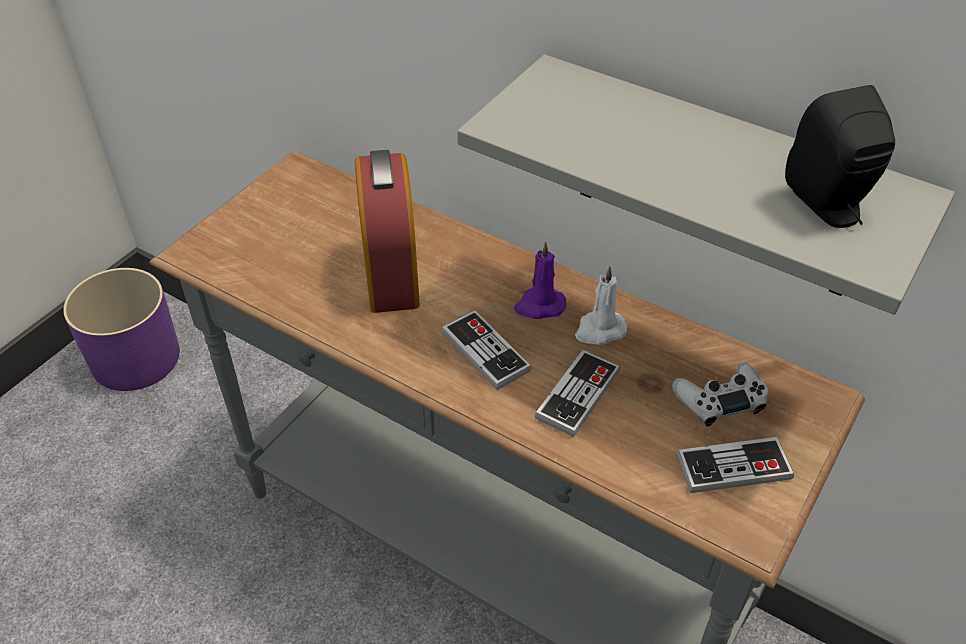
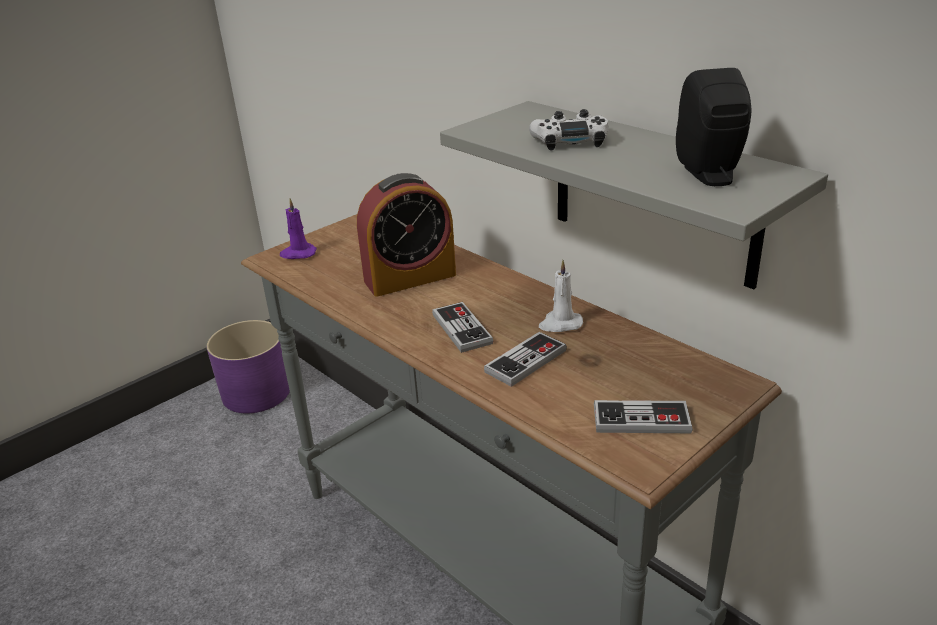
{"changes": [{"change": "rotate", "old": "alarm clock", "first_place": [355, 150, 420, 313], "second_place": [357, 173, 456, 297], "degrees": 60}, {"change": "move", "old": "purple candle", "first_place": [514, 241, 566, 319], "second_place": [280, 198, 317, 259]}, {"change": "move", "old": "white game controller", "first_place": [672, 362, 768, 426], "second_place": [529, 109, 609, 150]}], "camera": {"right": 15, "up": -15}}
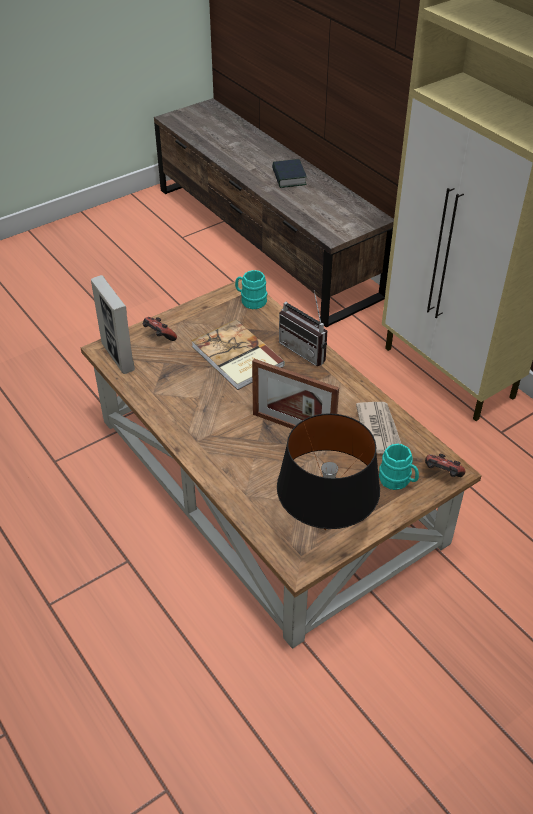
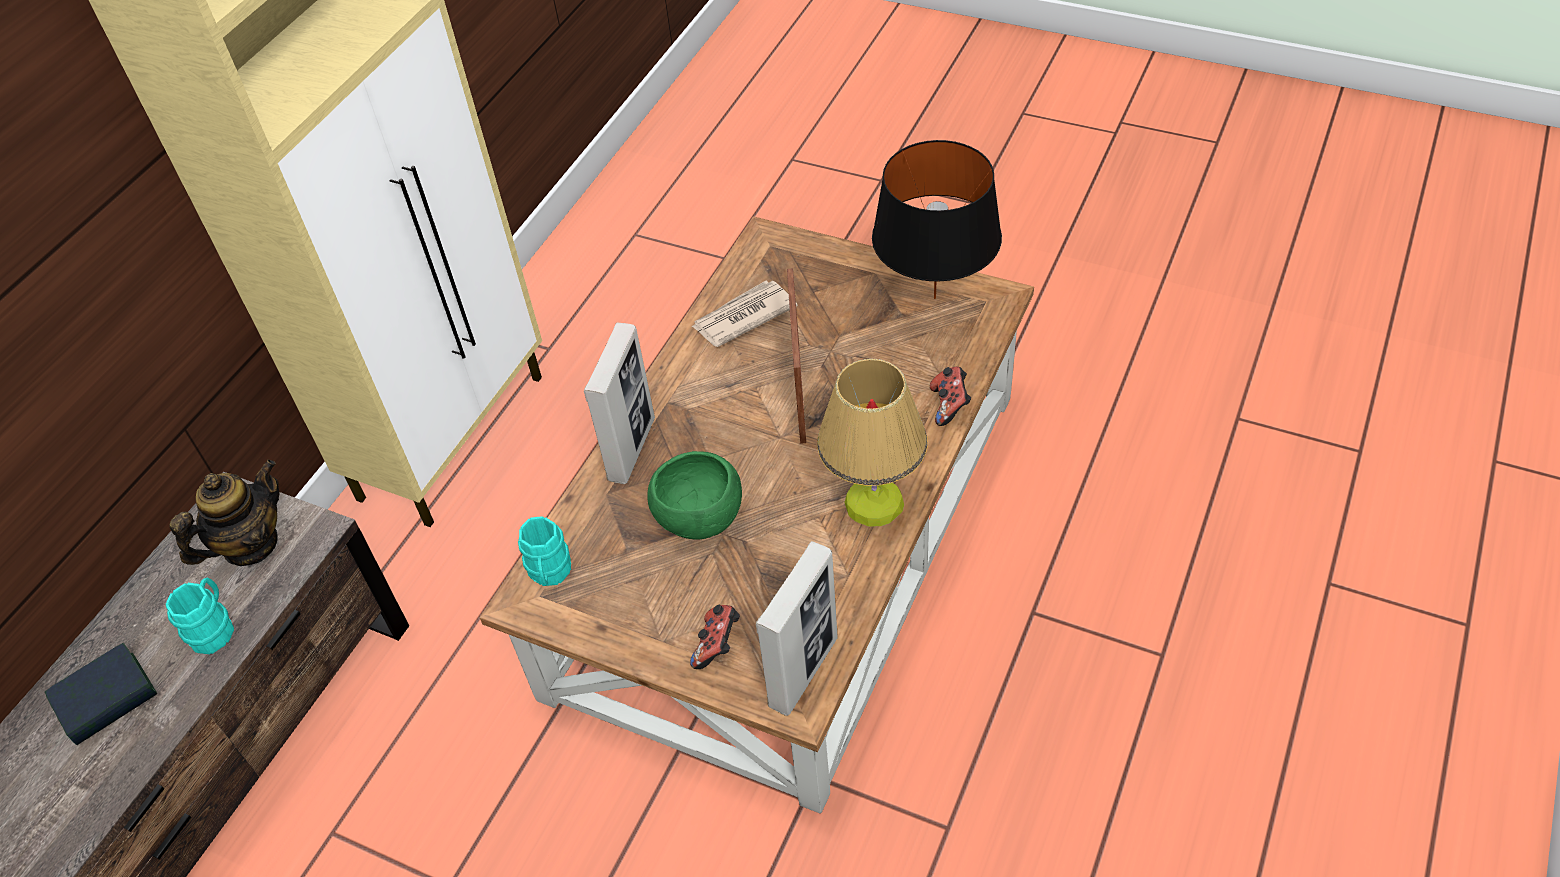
{"changes": [{"change": "replace", "old": "book", "new": "green bowl", "first_place": [191, 319, 285, 390], "second_place": [647, 451, 742, 540]}, {"change": "replace", "old": "radio", "new": "picture frame", "first_place": [279, 290, 327, 366], "second_place": [584, 323, 655, 484]}, {"change": "move", "old": "turquoise mug", "first_place": [379, 444, 419, 490], "second_place": [166, 577, 234, 654]}, {"change": "move", "old": "game controller", "first_place": [425, 454, 465, 477], "second_place": [930, 366, 971, 426]}, {"change": "insert", "new": "teapot", "second_place": [169, 459, 280, 566]}, {"change": "insert", "new": "table lamp", "second_place": [817, 359, 928, 527]}], "camera": {"right": -115, "up": 5}}
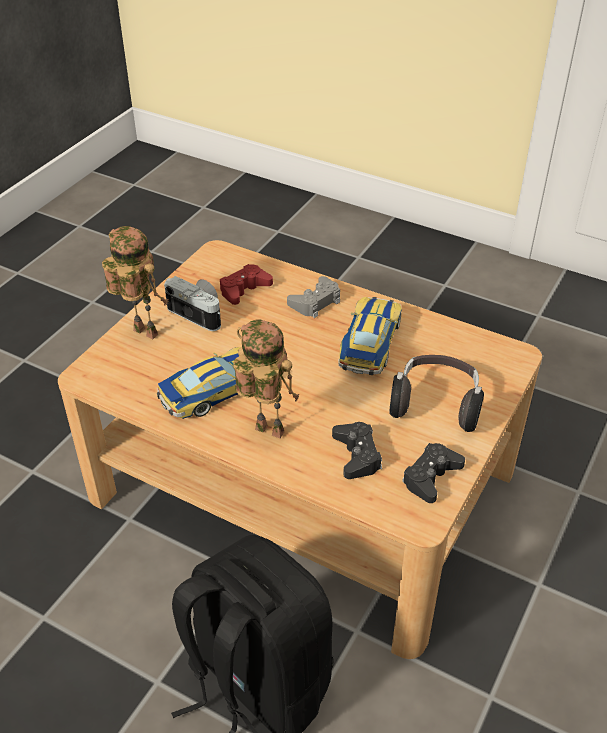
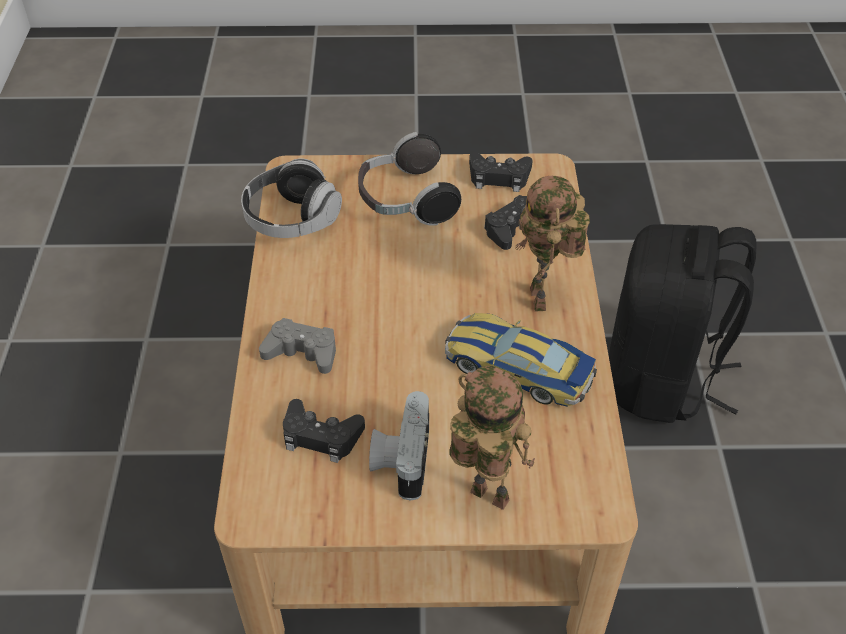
{"changes": [{"change": "rotate", "old": "toy robot", "first_place": [102, 226, 169, 339], "second_place": [449, 366, 535, 510], "degrees": 120}, {"change": "recolor", "old": "red game controller", "new": "black game controller", "first_place": [220, 264, 273, 305], "second_place": [283, 399, 365, 463]}, {"change": "delete", "old": "toy car", "first_place": [338, 297, 402, 375]}, {"change": "insert", "new": "headphones", "second_place": [241, 158, 342, 238]}], "camera": {"right": -120, "up": 5}}
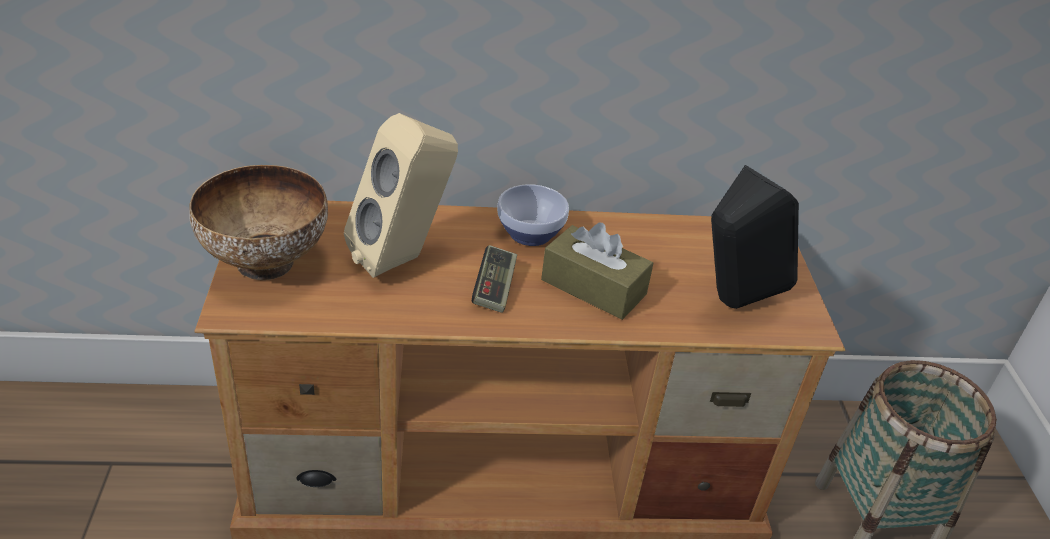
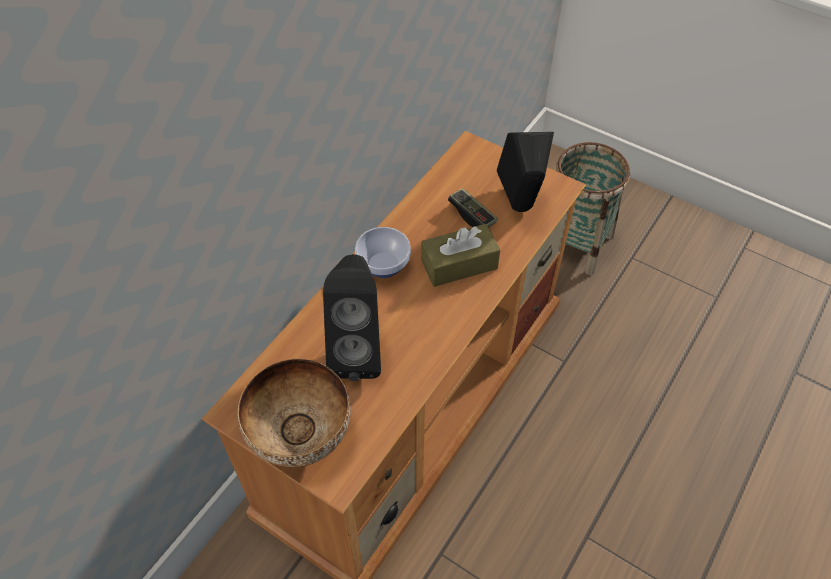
{"changes": [{"change": "recolor", "old": "beige speaker", "new": "black speaker", "first_place": [344, 113, 458, 278], "second_place": [323, 254, 381, 381]}, {"change": "move", "old": "game controller", "first_place": [472, 245, 517, 313], "second_place": [448, 188, 498, 228]}], "camera": {"right": -50, "up": 15}}
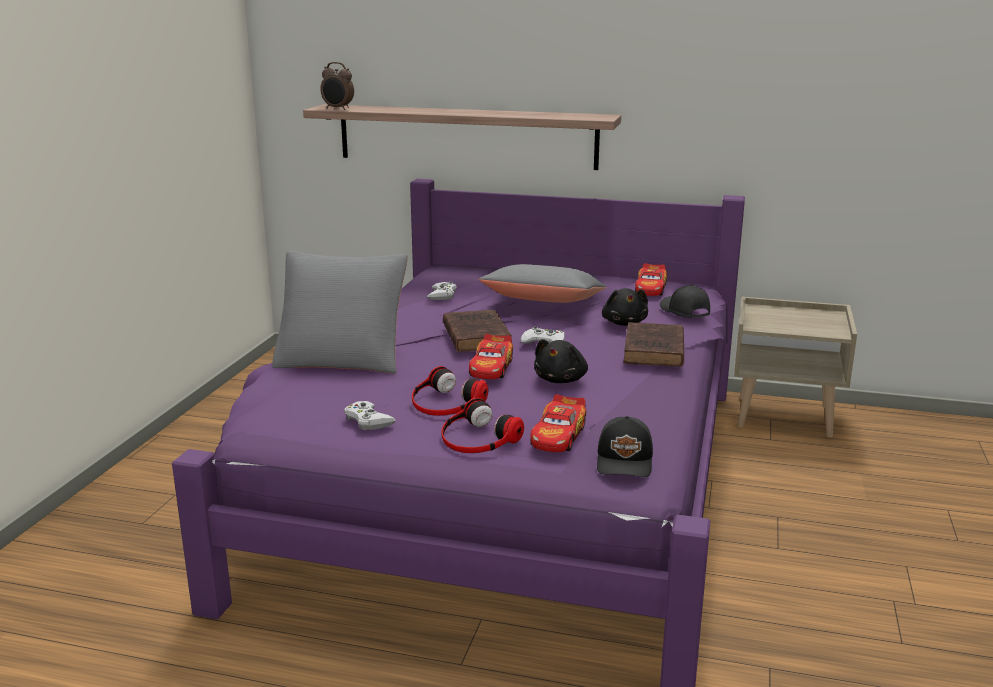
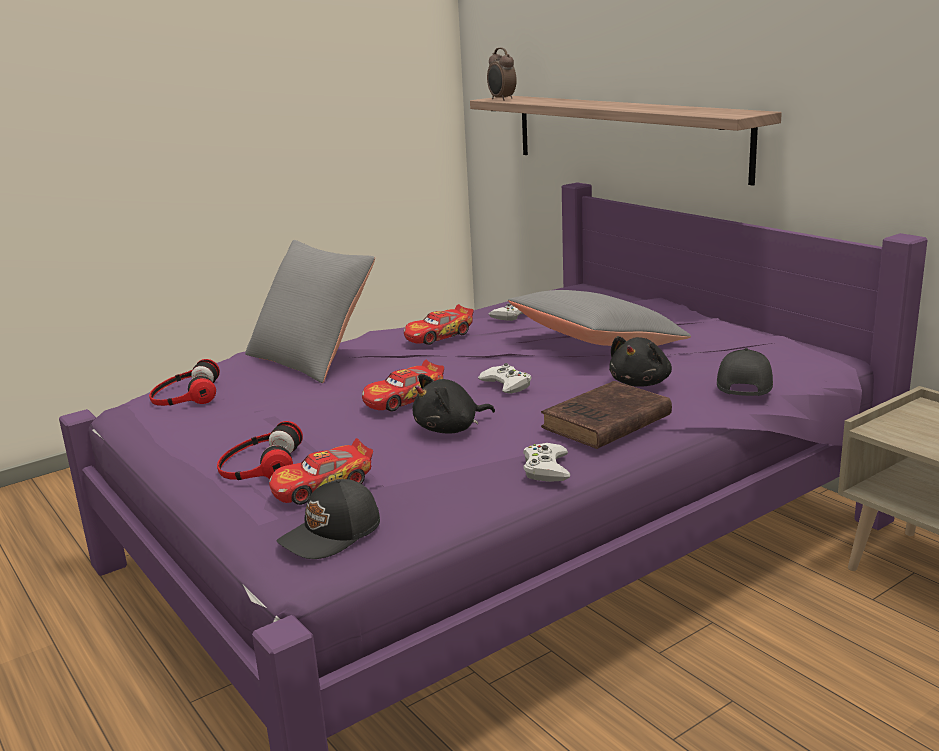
{"changes": [{"change": "move", "old": "white game controller", "first_place": [344, 401, 396, 430], "second_place": [523, 443, 570, 482]}, {"change": "move", "old": "headphones", "first_place": [412, 366, 488, 416], "second_place": [149, 359, 220, 406]}, {"change": "delete", "old": "brown book", "first_place": [443, 310, 512, 352]}, {"change": "move", "old": "toy car", "first_place": [635, 263, 667, 296], "second_place": [404, 304, 474, 345]}], "camera": {"right": 40, "up": 0}}
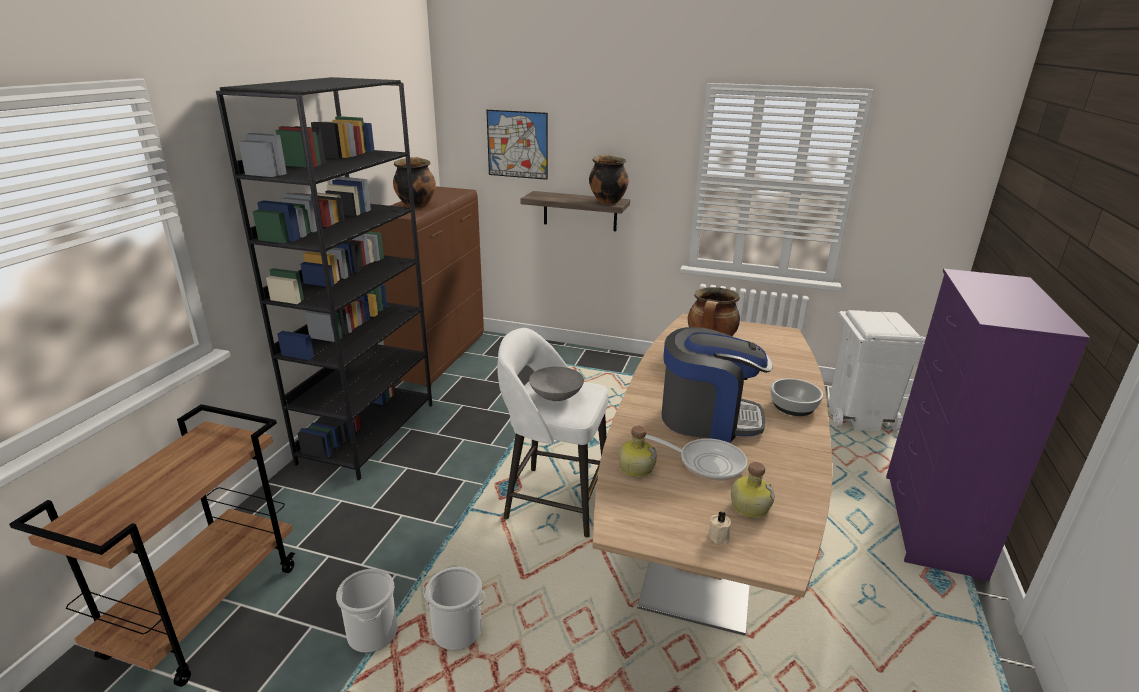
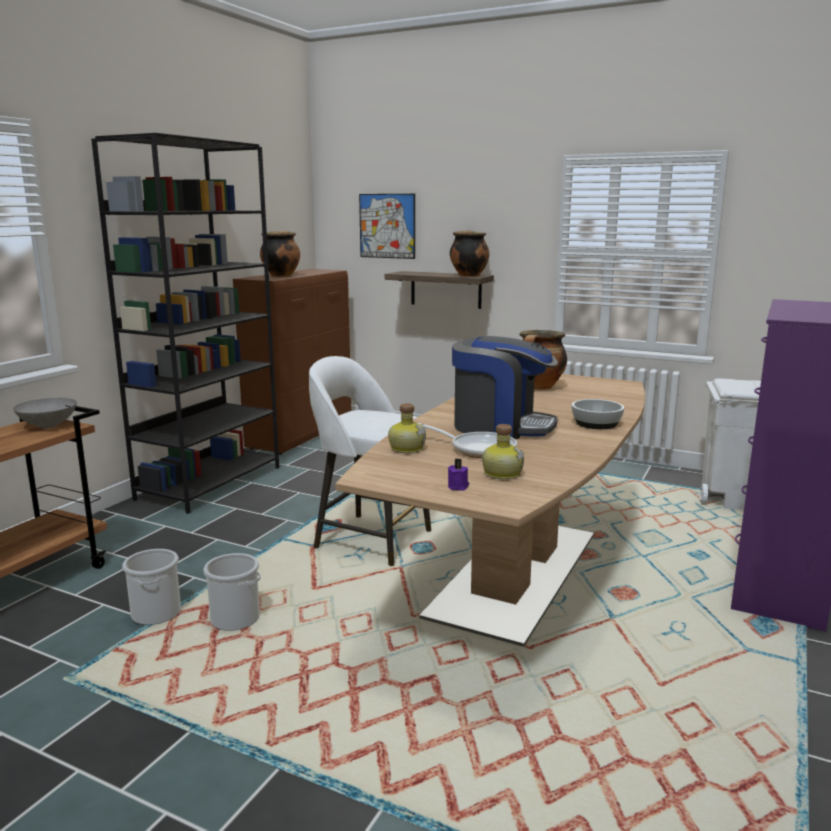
{"changes": [{"change": "move", "old": "grey bowl", "first_place": [529, 367, 584, 402], "second_place": [13, 398, 77, 428]}, {"change": "recolor", "old": "beige candle", "new": "purple candle", "first_place": [709, 512, 731, 544], "second_place": [448, 458, 469, 491]}], "camera": {"right": 10, "up": -10}}
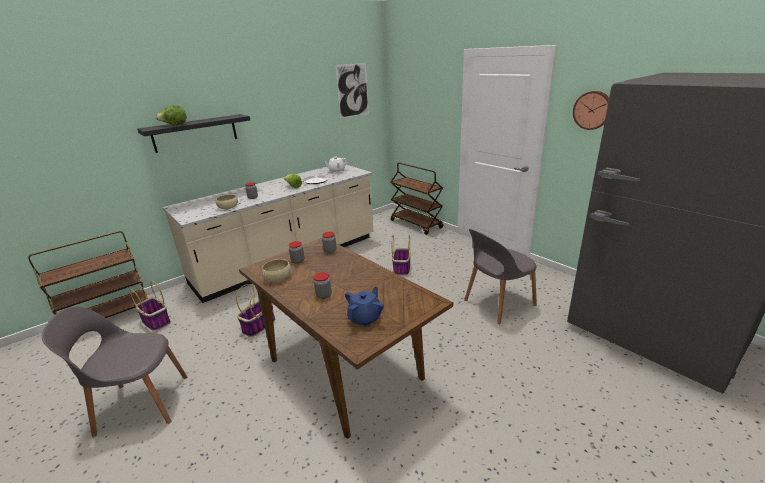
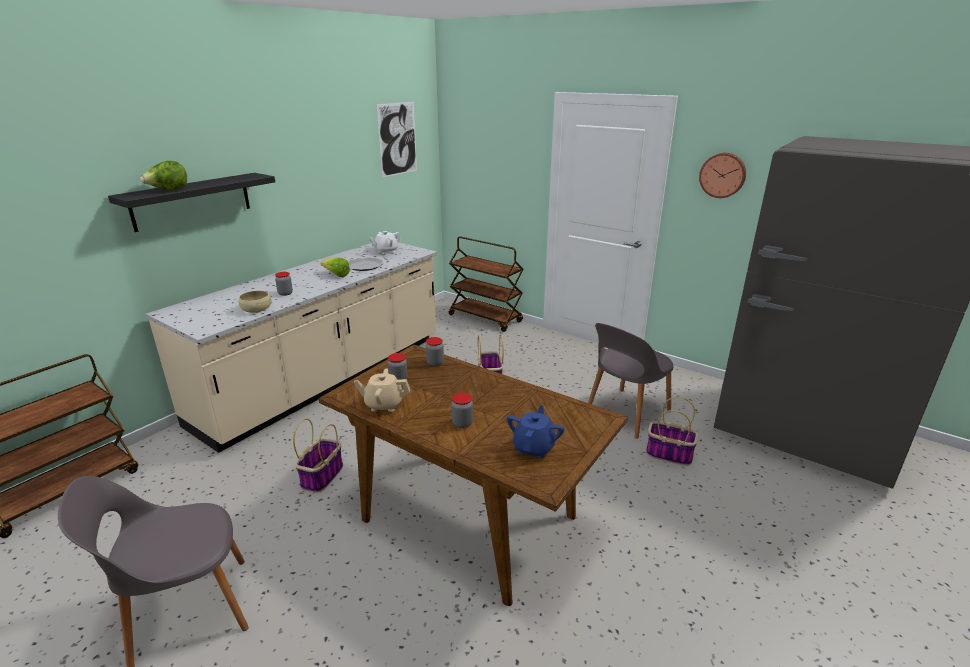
{"changes": [{"change": "move", "old": "basket", "first_place": [130, 281, 171, 331], "second_place": [646, 397, 699, 466]}, {"change": "replace", "old": "beige bowl", "new": "beige teapot", "first_place": [262, 259, 291, 282], "second_place": [354, 368, 410, 412]}], "camera": {"right": -15, "up": 0}}
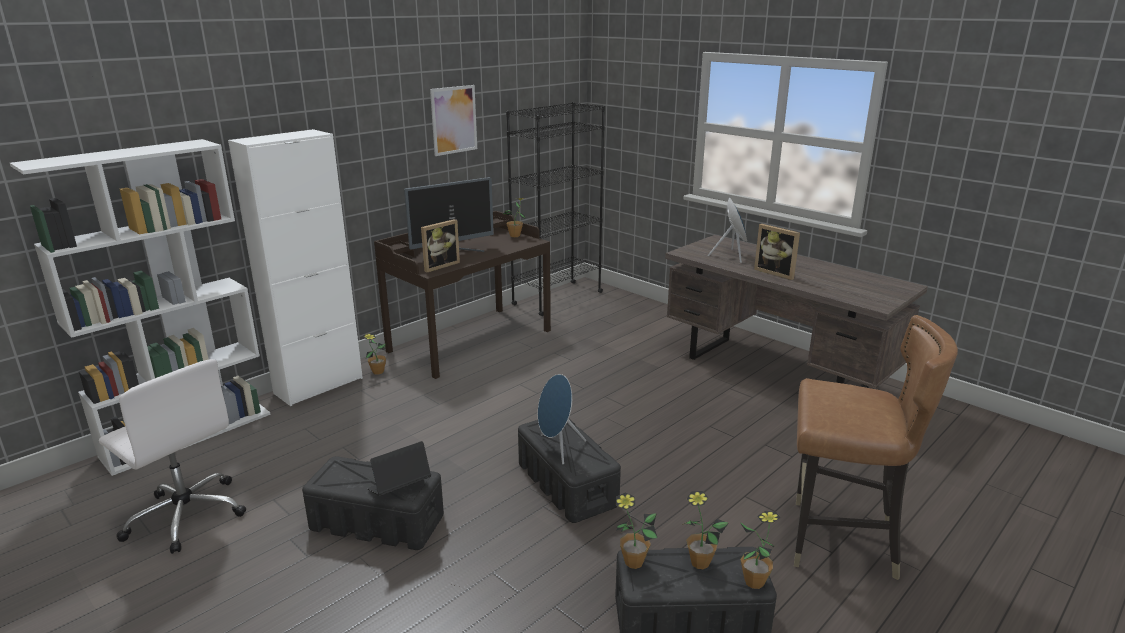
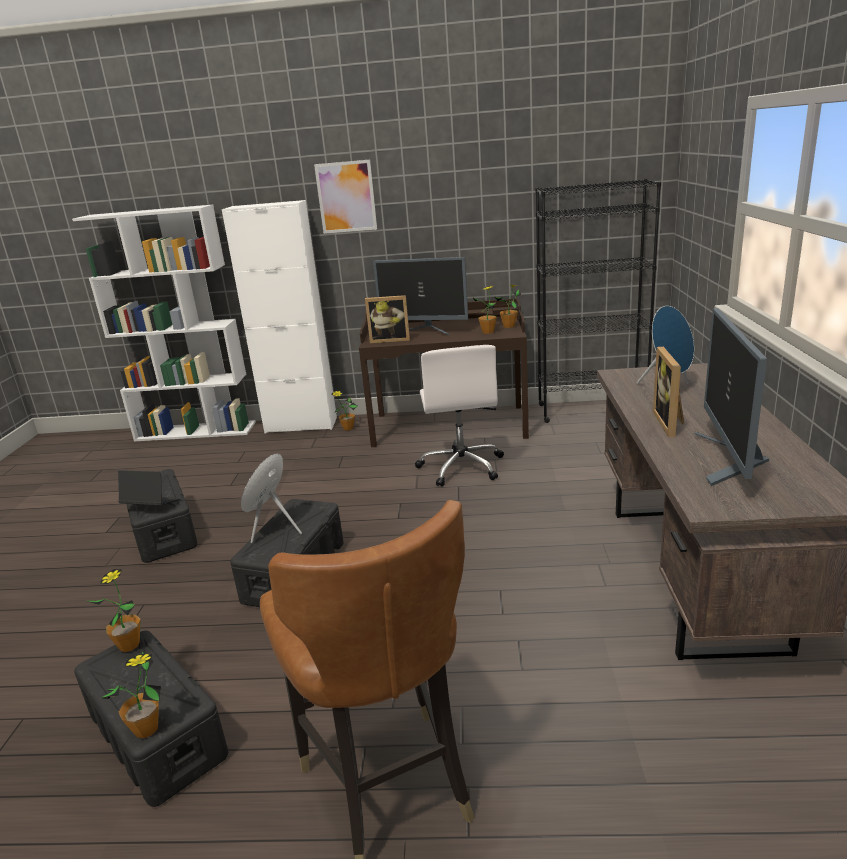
{"changes": [{"change": "move", "old": "white office chair", "first_place": [99, 359, 246, 554], "second_place": [415, 345, 504, 486]}, {"change": "move", "old": "picture", "first_place": [430, 85, 477, 156], "second_place": [314, 160, 377, 234]}, {"change": "move", "old": "potted plant", "first_place": [682, 491, 729, 569], "second_place": [473, 286, 497, 334]}, {"change": "insert", "new": "monitor", "second_place": [695, 308, 769, 486]}], "camera": {"right": 50, "up": 0}}
